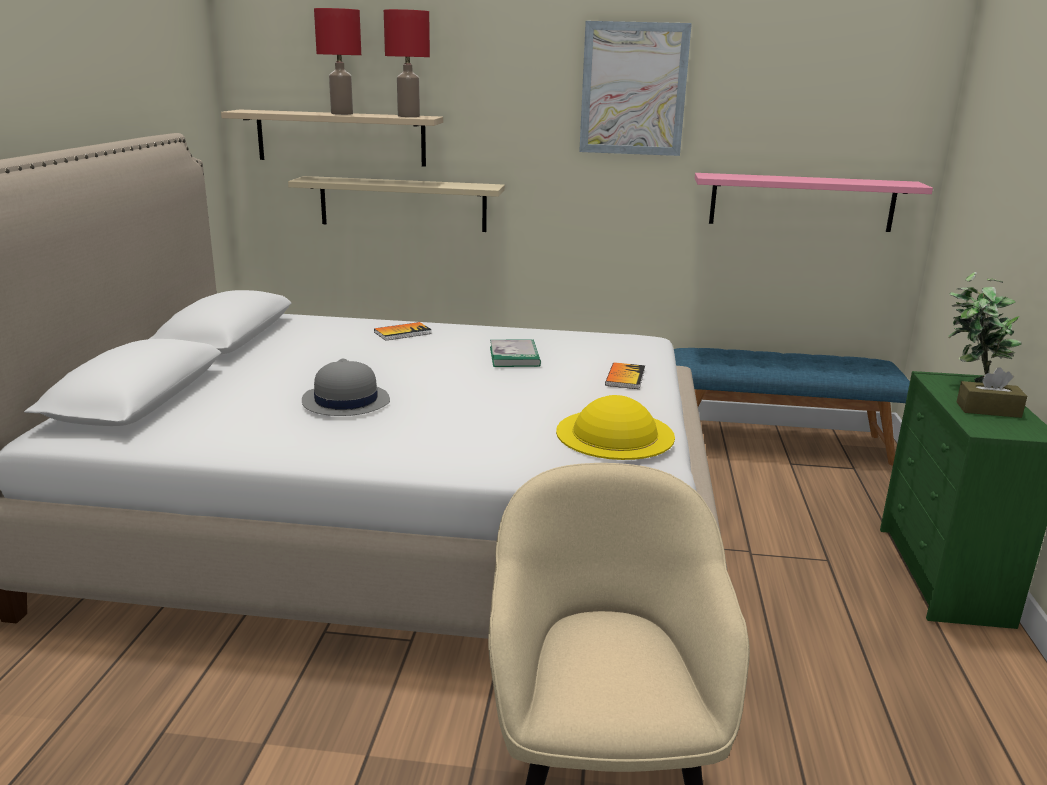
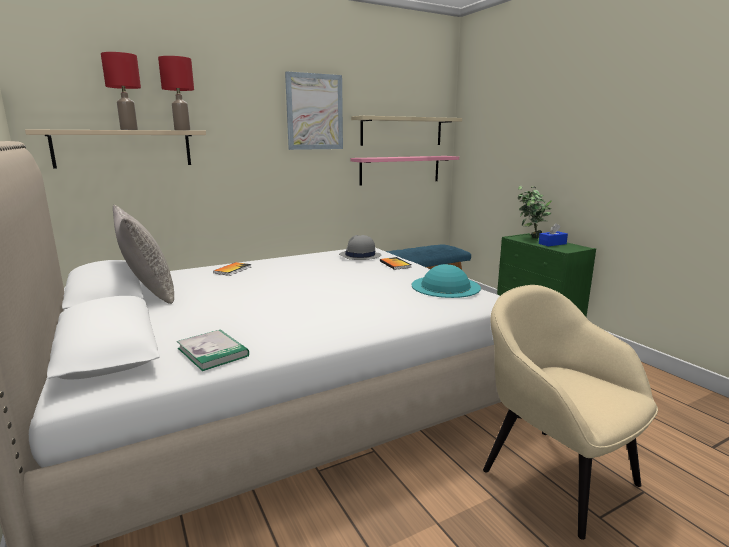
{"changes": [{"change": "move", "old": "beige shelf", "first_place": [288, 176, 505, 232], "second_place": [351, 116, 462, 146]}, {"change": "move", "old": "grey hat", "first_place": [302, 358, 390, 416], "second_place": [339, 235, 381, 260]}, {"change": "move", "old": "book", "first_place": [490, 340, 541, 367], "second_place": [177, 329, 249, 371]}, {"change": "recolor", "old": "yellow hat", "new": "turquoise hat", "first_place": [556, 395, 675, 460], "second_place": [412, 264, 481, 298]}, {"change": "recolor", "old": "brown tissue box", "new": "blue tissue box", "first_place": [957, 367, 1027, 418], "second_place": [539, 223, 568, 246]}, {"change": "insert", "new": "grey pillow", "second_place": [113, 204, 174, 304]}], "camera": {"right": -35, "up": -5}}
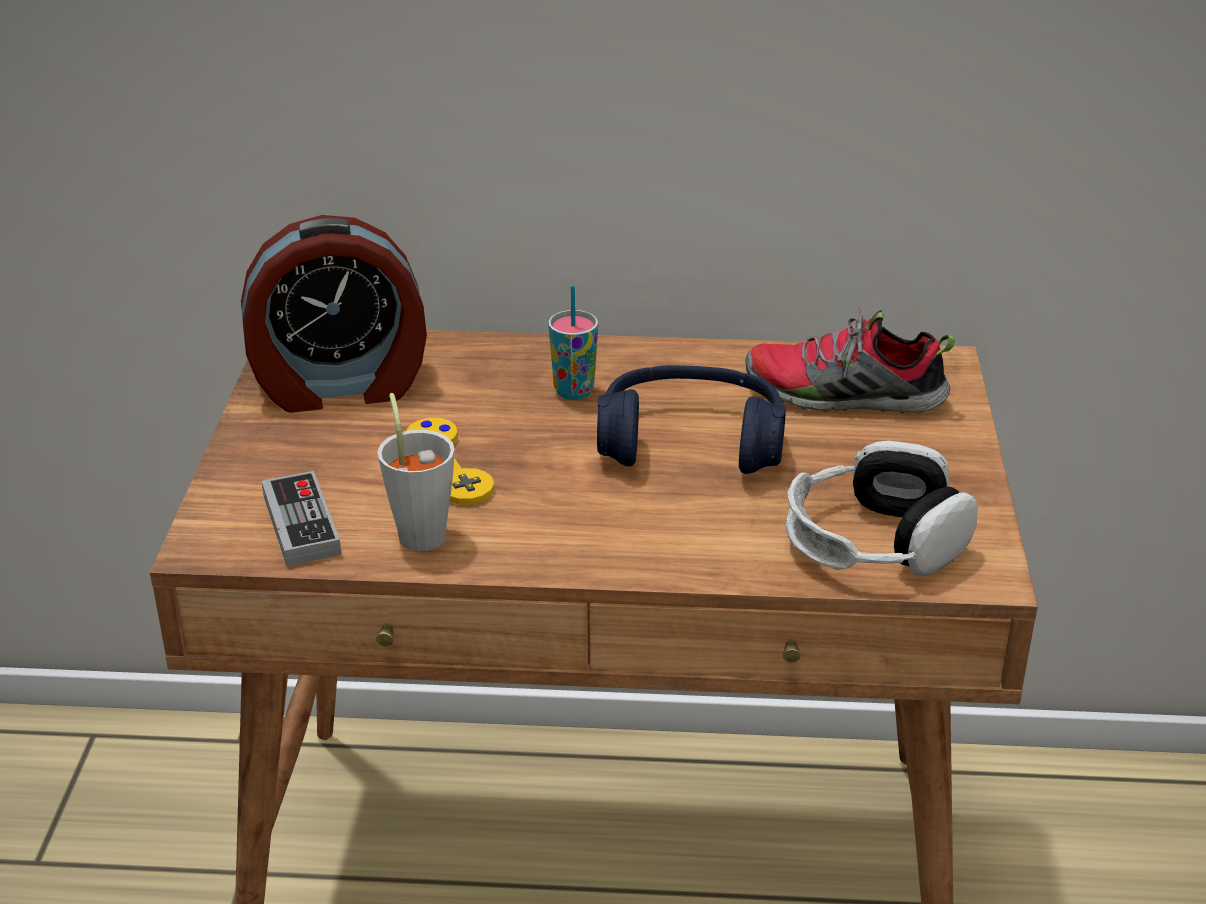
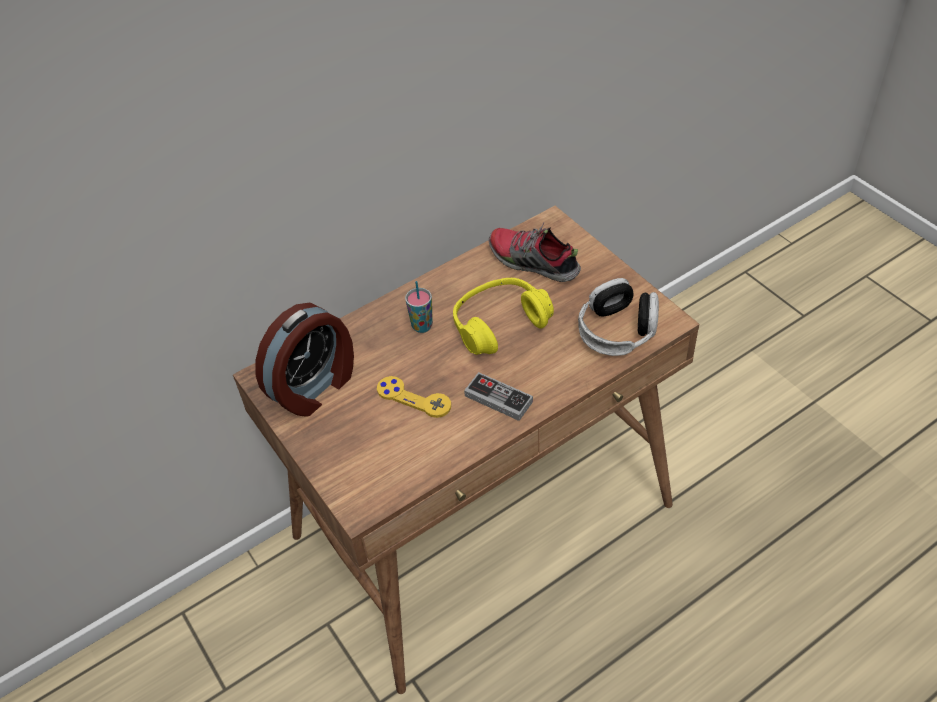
{"changes": [{"change": "move", "old": "game controller", "first_place": [262, 471, 341, 566], "second_place": [464, 372, 533, 421]}, {"change": "delete", "old": "grey cup", "first_place": [377, 393, 455, 551]}, {"change": "recolor", "old": "blue headphones", "new": "yellow headphones", "first_place": [597, 365, 786, 474], "second_place": [453, 278, 554, 355]}, {"change": "rotate", "old": "shoe", "first_place": [745, 307, 955, 414], "second_place": [489, 222, 581, 282], "degrees": 60}], "camera": {"right": -35, "up": 15}}
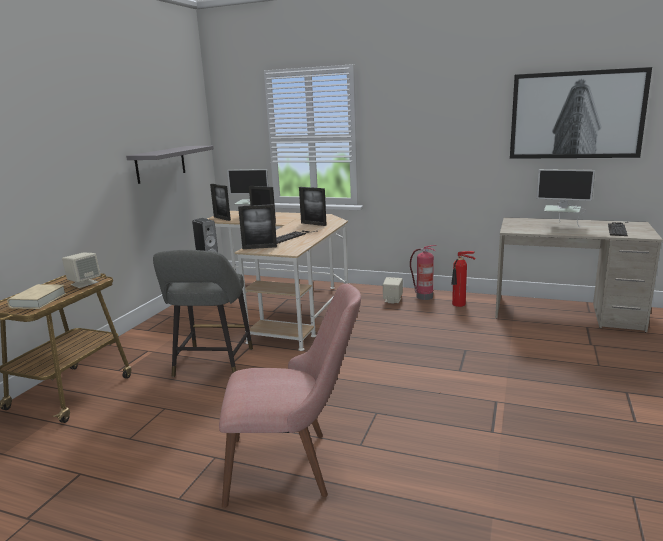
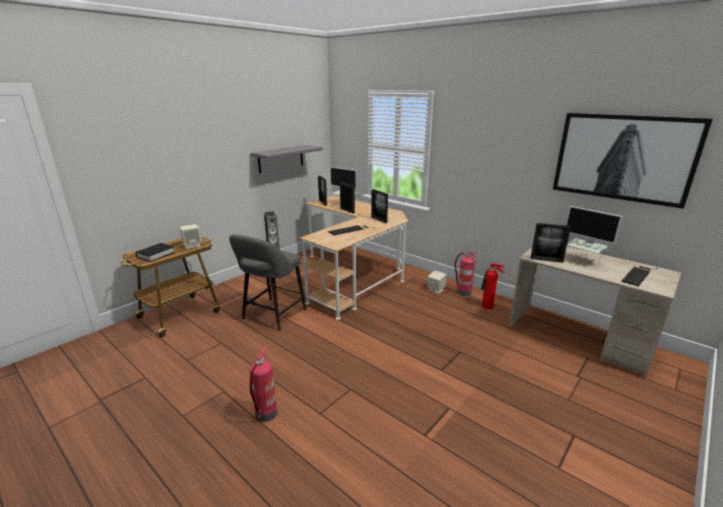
{"changes": [{"change": "recolor", "old": "beige book", "new": "black book", "first_place": [7, 284, 66, 309], "second_place": [135, 243, 175, 262]}, {"change": "replace", "old": "pink chair", "new": "fire extinguisher", "first_place": [219, 283, 361, 508], "second_place": [249, 346, 277, 422]}, {"change": "move", "old": "picture frame", "first_place": [238, 204, 277, 249], "second_place": [531, 223, 571, 263]}], "camera": {"right": 20, "up": 5}}
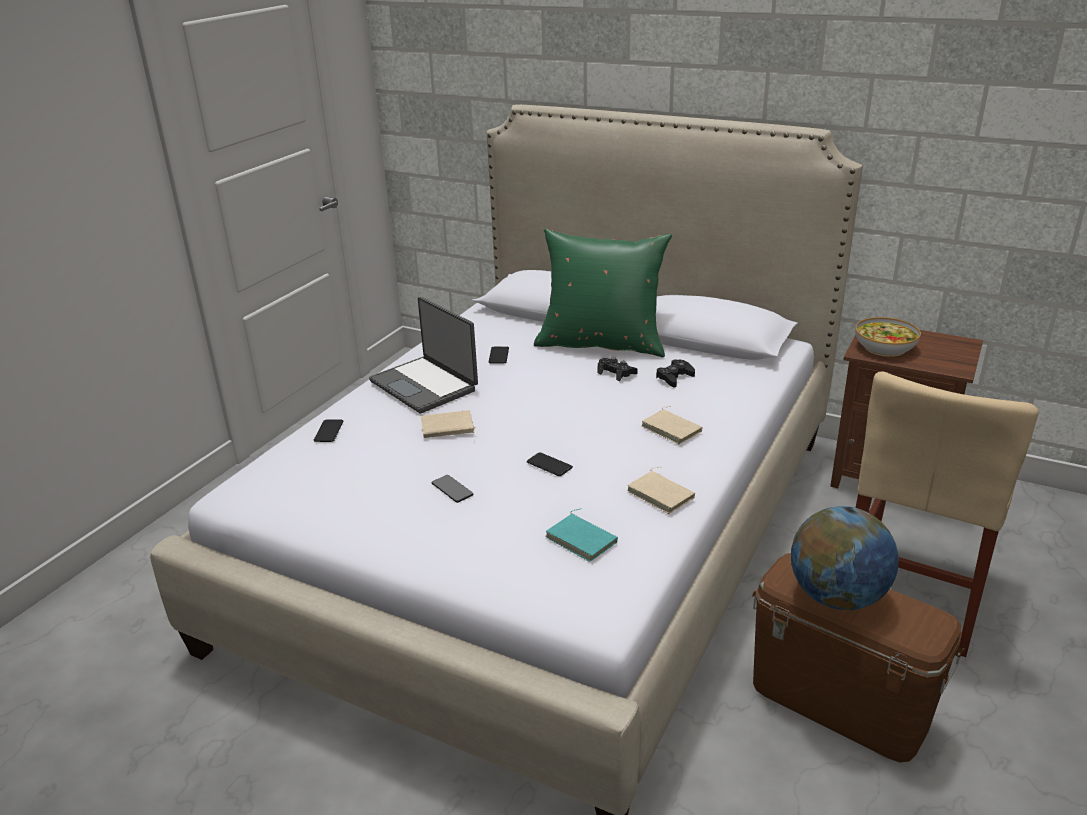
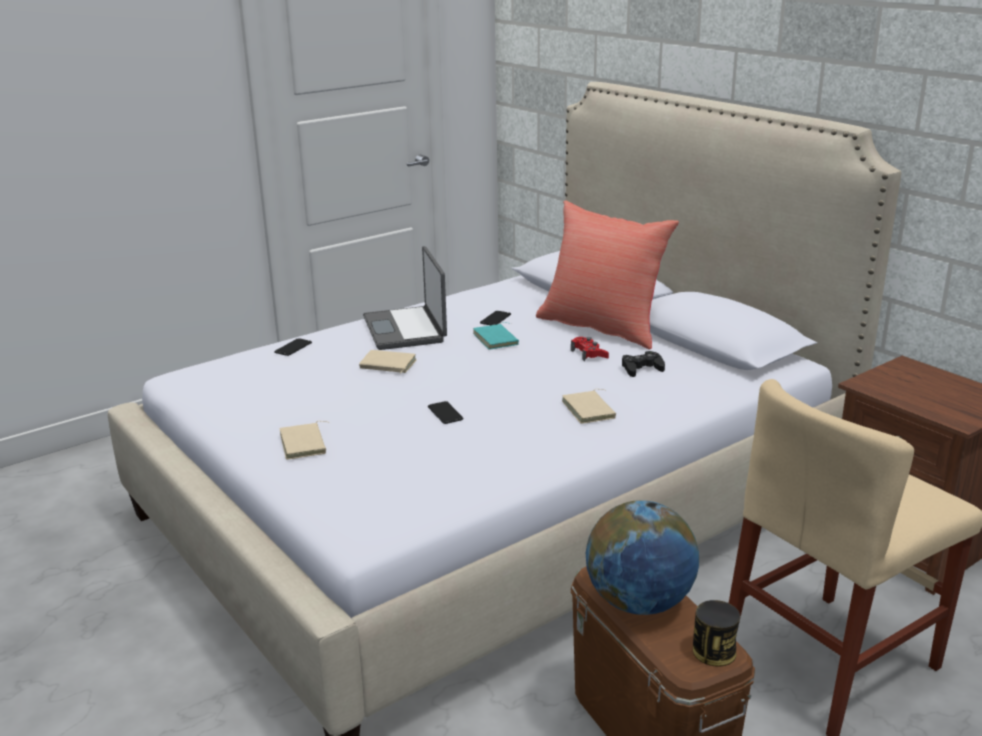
{"changes": [{"change": "delete", "old": "phone", "first_place": [432, 475, 474, 503]}, {"change": "recolor", "old": "green pillow", "new": "red pillow", "first_place": [534, 228, 672, 357], "second_place": [536, 200, 679, 350]}, {"change": "move", "old": "turquoise book", "first_place": [546, 508, 618, 562], "second_place": [473, 322, 519, 350]}, {"change": "recolor", "old": "black game controller", "new": "red game controller", "first_place": [598, 357, 637, 381], "second_place": [571, 337, 609, 361]}, {"change": "move", "old": "beige book", "first_place": [627, 467, 695, 514], "second_place": [279, 421, 330, 460]}, {"change": "delete", "old": "bowl", "first_place": [855, 317, 921, 357]}, {"change": "insert", "new": "can", "second_place": [693, 600, 740, 667]}], "camera": {"right": 25, "up": -5}}
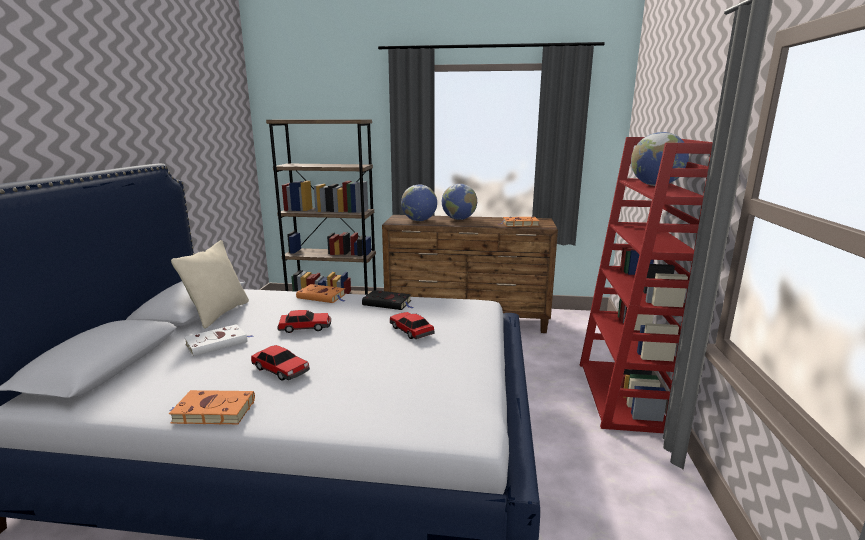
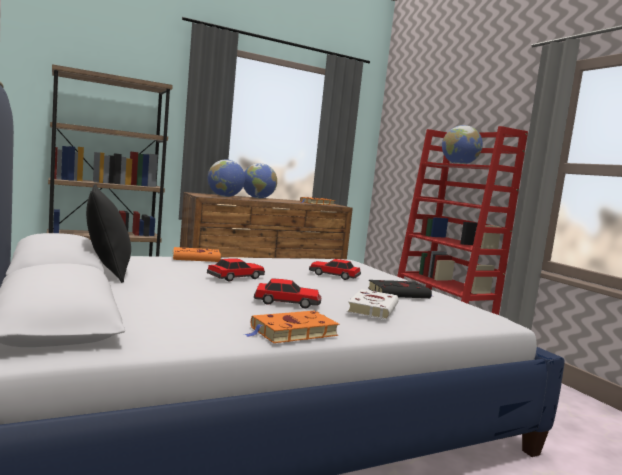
{"changes": [{"change": "recolor", "old": "beige pillow", "new": "black pillow", "first_place": [171, 240, 249, 329], "second_place": [86, 184, 131, 283]}, {"change": "move", "old": "white book", "first_place": [184, 324, 253, 357], "second_place": [347, 289, 399, 319]}, {"change": "move", "old": "black book", "first_place": [362, 290, 413, 310], "second_place": [368, 280, 432, 298]}], "camera": {"right": -35, "up": -10}}
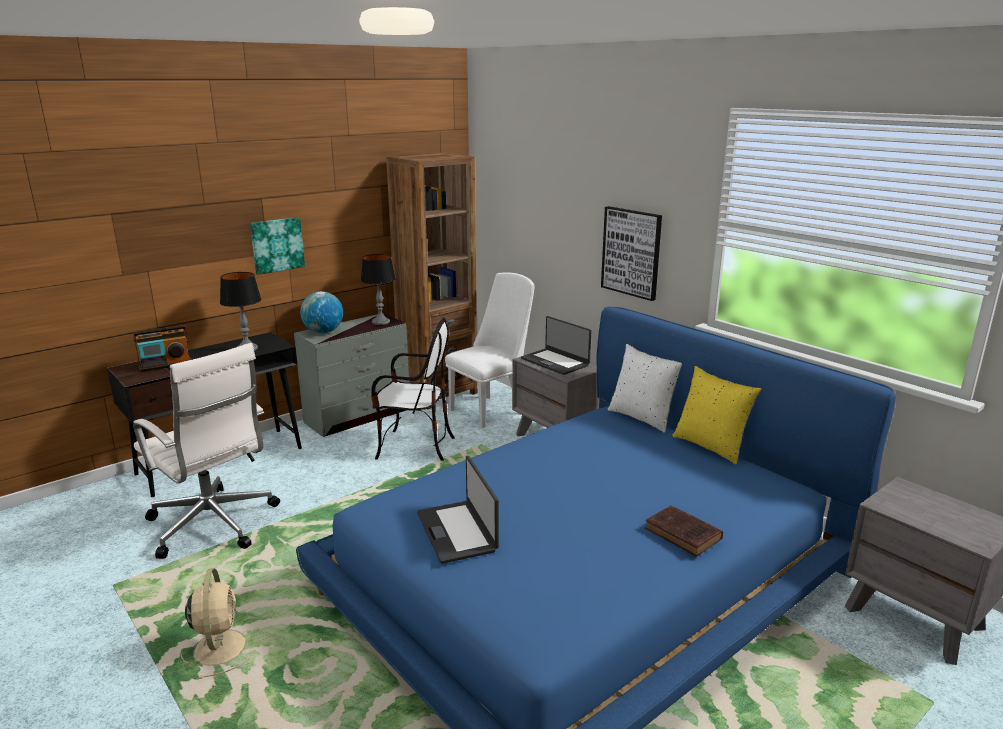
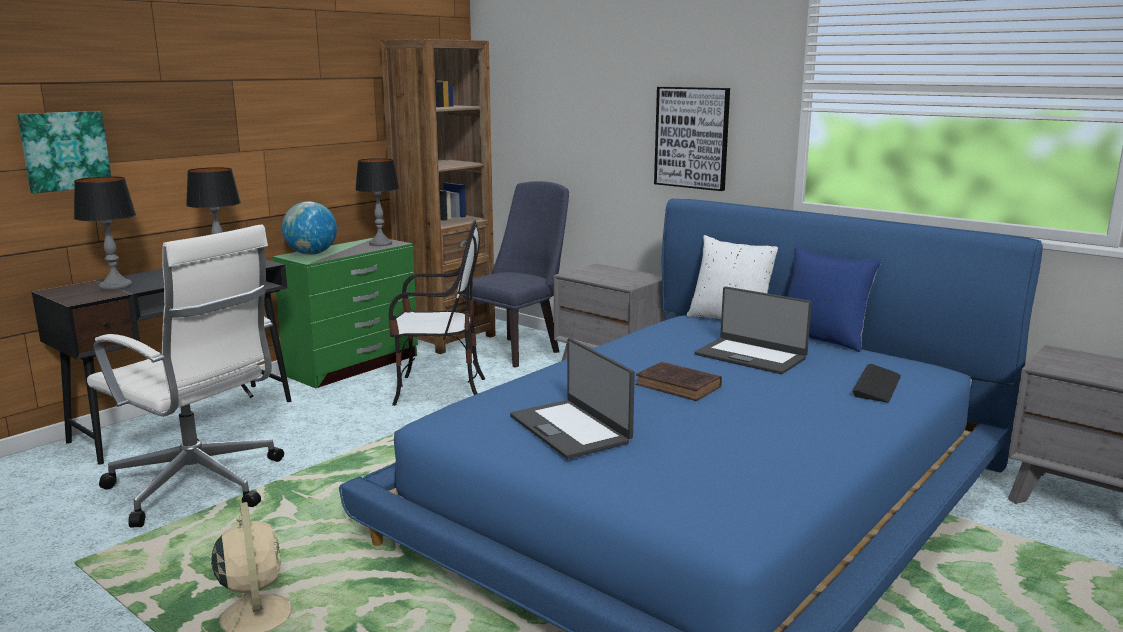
{"changes": [{"change": "replace", "old": "radio", "new": "table lamp", "first_place": [133, 325, 191, 372], "second_place": [74, 177, 136, 290]}, {"change": "move", "old": "picture", "first_place": [250, 217, 305, 275], "second_place": [17, 111, 111, 193]}, {"change": "recolor", "old": "grey dresser", "new": "green dresser", "first_place": [294, 313, 409, 437], "second_place": [272, 238, 418, 388]}, {"change": "recolor", "old": "white chair", "new": "blue chair", "first_place": [445, 272, 535, 428], "second_place": [463, 181, 569, 368]}, {"change": "move", "old": "laptop", "first_place": [521, 316, 592, 375], "second_place": [694, 286, 812, 374]}, {"change": "move", "old": "brown book", "first_place": [645, 505, 723, 556], "second_place": [636, 362, 722, 401]}, {"change": "recolor", "old": "yellow pillow", "new": "blue pillow", "first_place": [673, 366, 761, 464], "second_place": [787, 247, 882, 352]}, {"change": "insert", "new": "keyboard", "second_place": [852, 364, 901, 403]}], "camera": {"right": -10, "up": -5}}
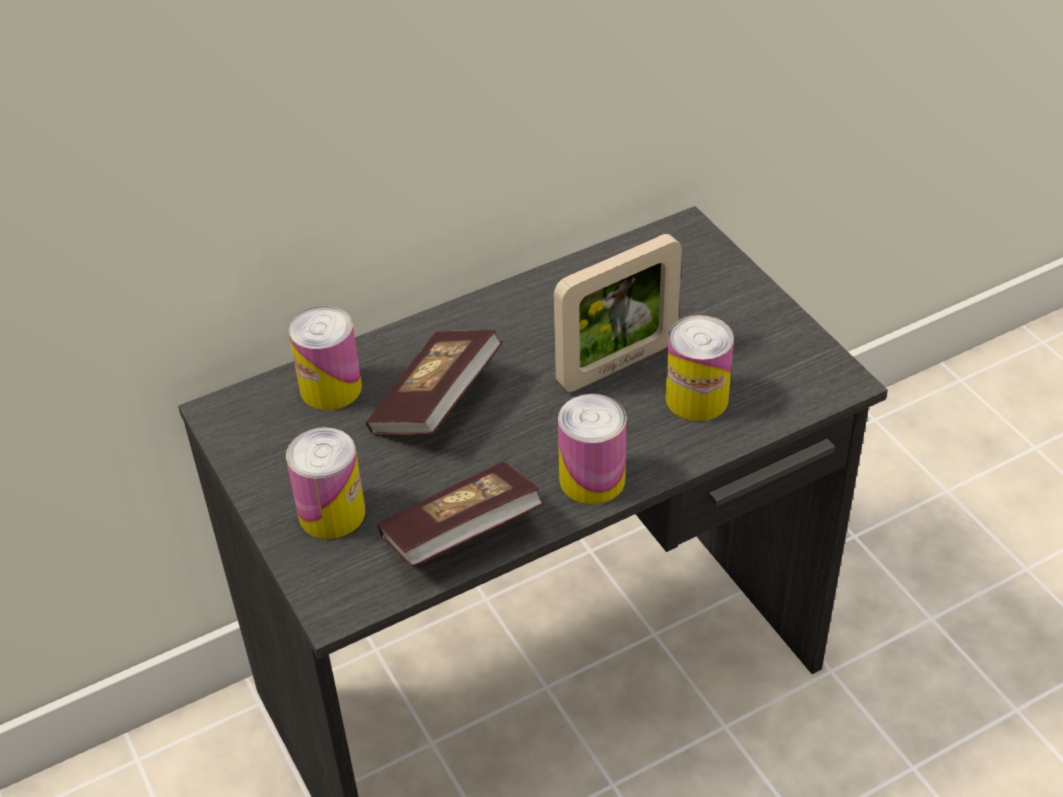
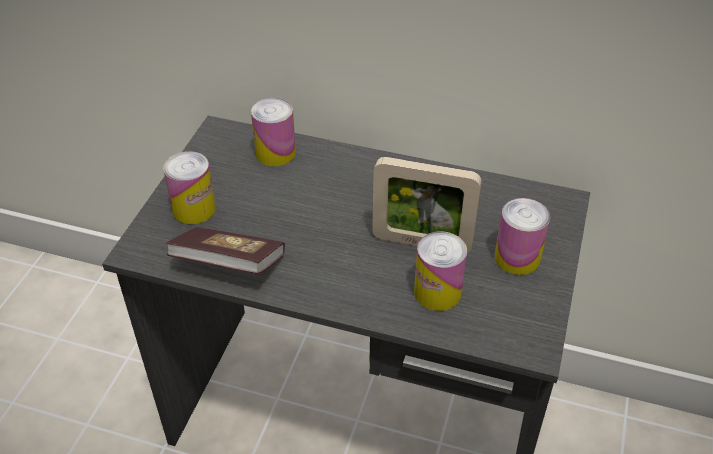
{"changes": [{"change": "delete", "old": "book", "first_place": [366, 330, 503, 435]}, {"change": "move", "old": "can", "first_place": [558, 394, 627, 504], "second_place": [495, 198, 550, 275]}], "camera": {"right": 45, "up": 0}}
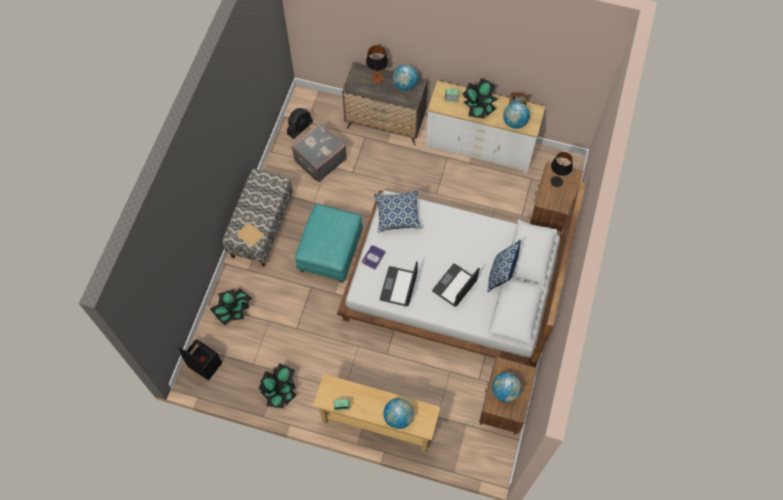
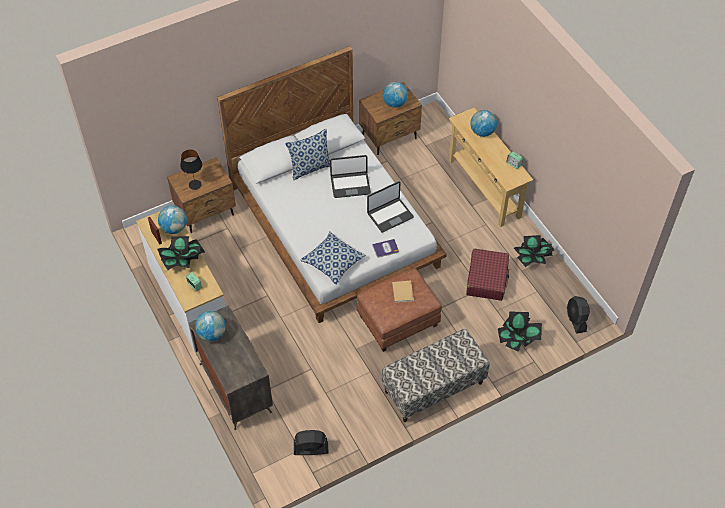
{"changes": [{"change": "replace", "old": "black storage box", "new": "black fan", "first_place": [179, 339, 222, 381], "second_place": [567, 296, 590, 334]}, {"change": "move", "old": "beige book", "first_place": [236, 222, 265, 248], "second_place": [392, 281, 414, 303]}, {"change": "delete", "old": "grey suitcase", "first_place": [291, 122, 347, 182]}, {"change": "recolor", "old": "turquoise ottoman", "new": "brown ottoman", "first_place": [295, 204, 363, 283], "second_place": [356, 268, 442, 352]}, {"change": "delete", "old": "table lamp", "first_place": [366, 45, 388, 83]}, {"change": "insert", "new": "red suitcase", "second_place": [466, 248, 509, 301]}], "camera": {"right": -135, "up": -10}}
